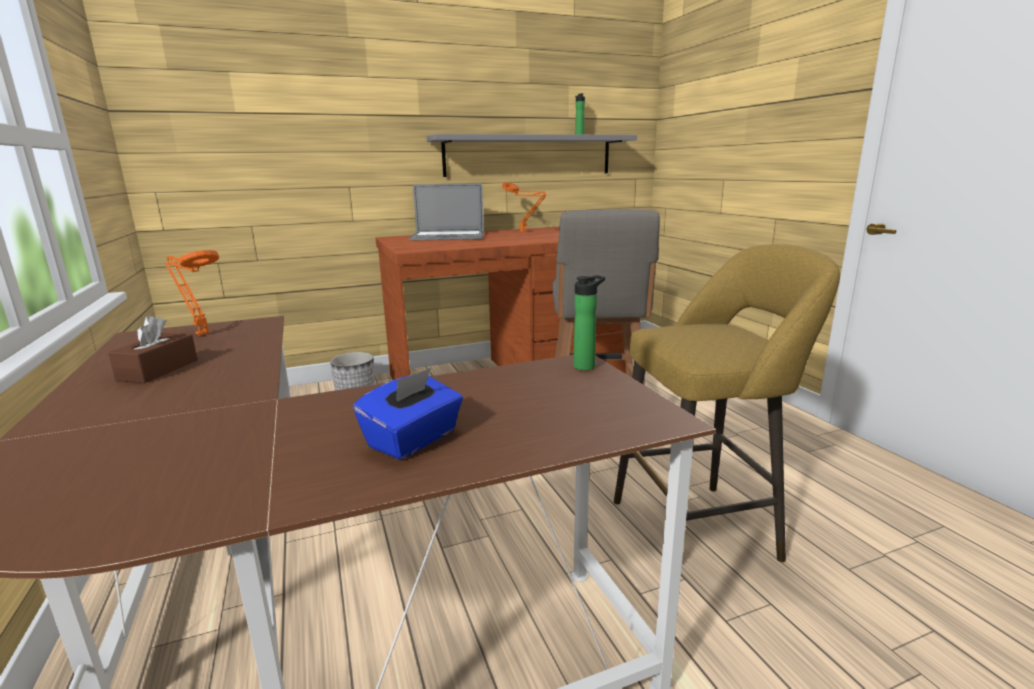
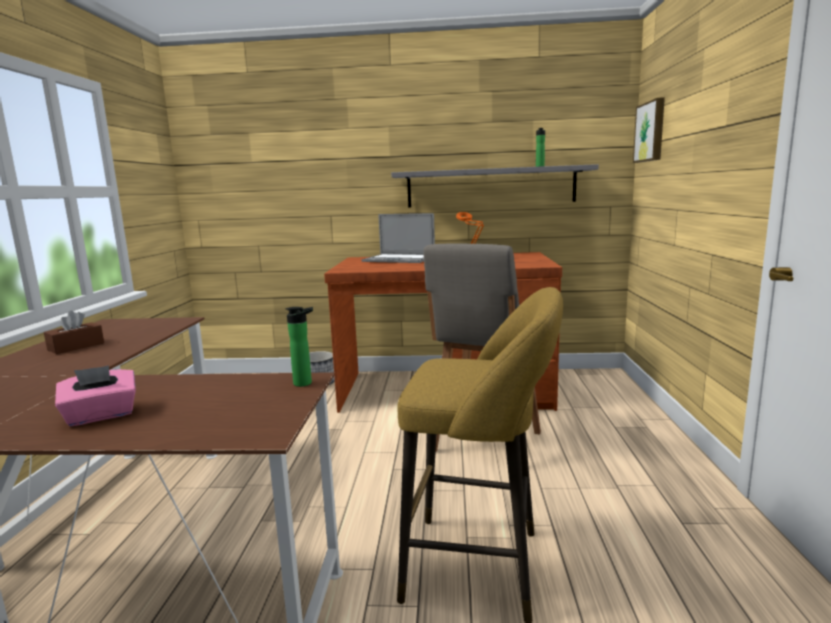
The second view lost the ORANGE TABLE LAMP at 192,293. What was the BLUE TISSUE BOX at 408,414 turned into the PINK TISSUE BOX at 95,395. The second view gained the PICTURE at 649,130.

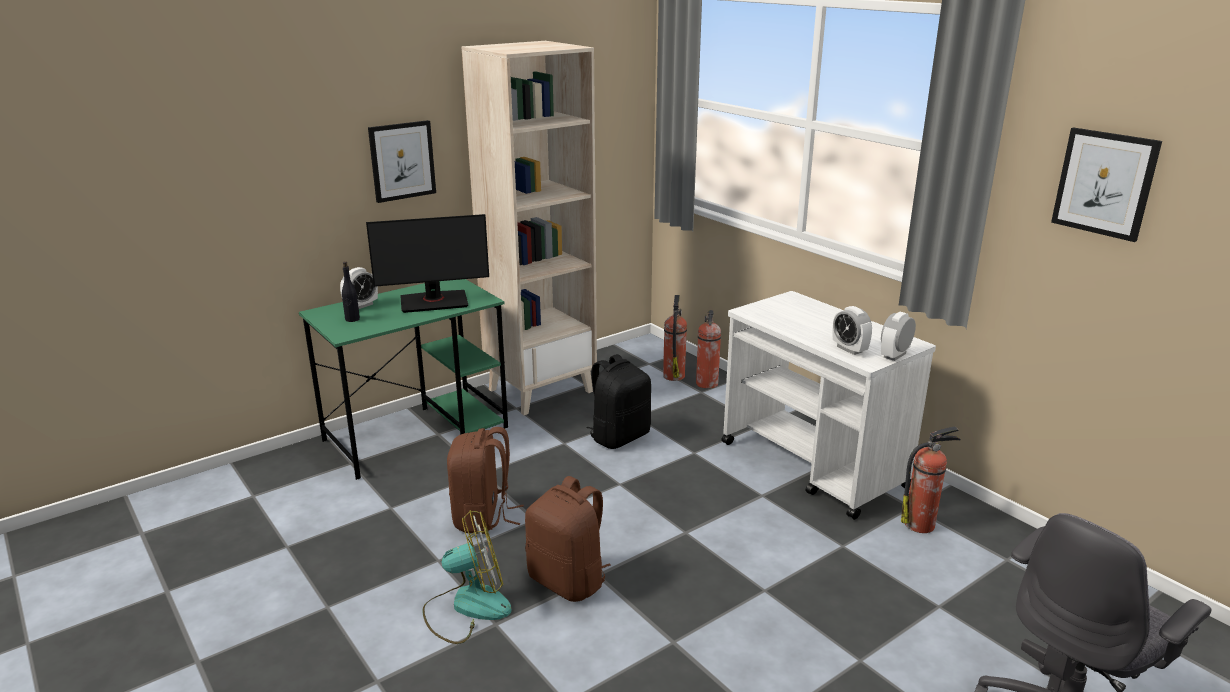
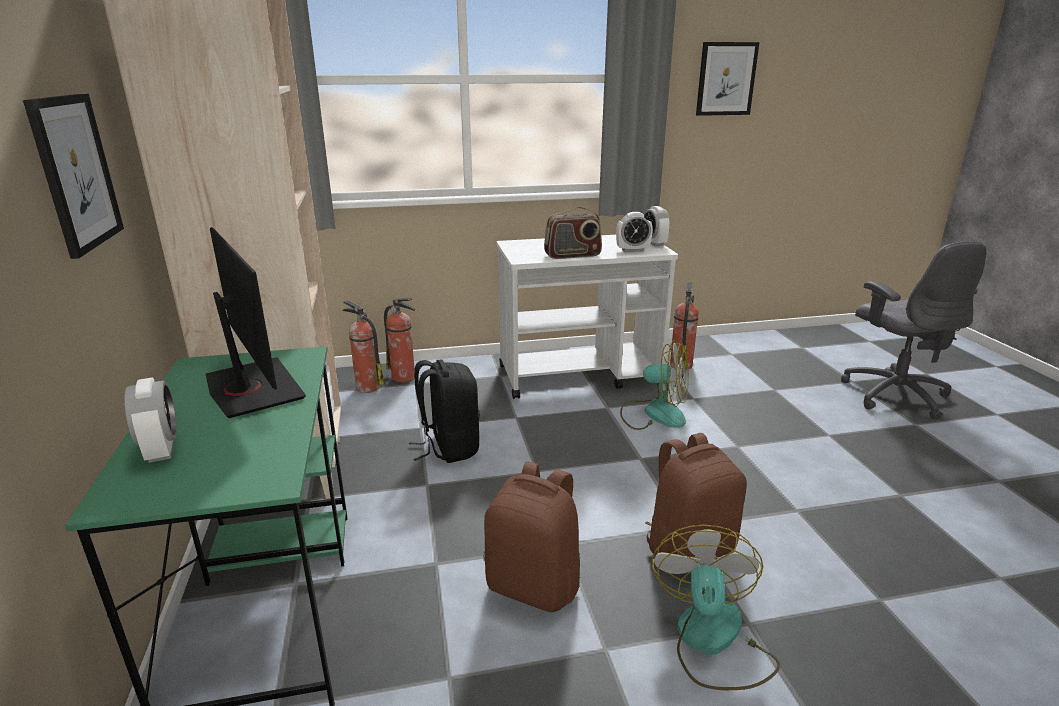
The second view lost the BLACK BOTTLE at 351,291. The MONITOR at 427,263 ended up facing another way, 45 degrees counterclockwise from before. The second view gained the RADIO at 573,233. The second view gained the FAN at 654,385.

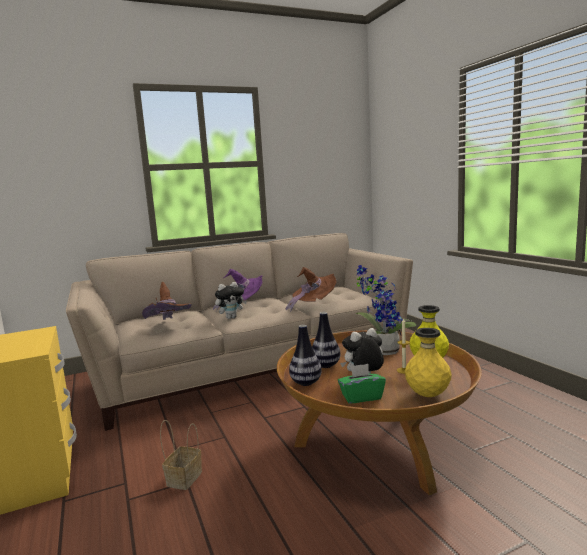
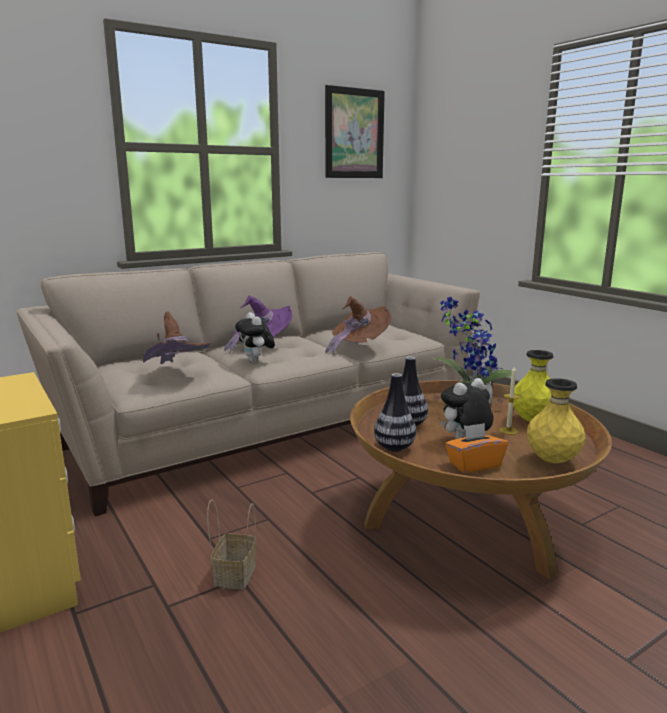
The PLUSH TOY at 231,300 ended up facing another way, 105 degrees clockwise from before. What was the GREEN TISSUE BOX at 362,384 turned into the ORANGE TISSUE BOX at 476,448. The second view gained the PICTURE at 355,131.

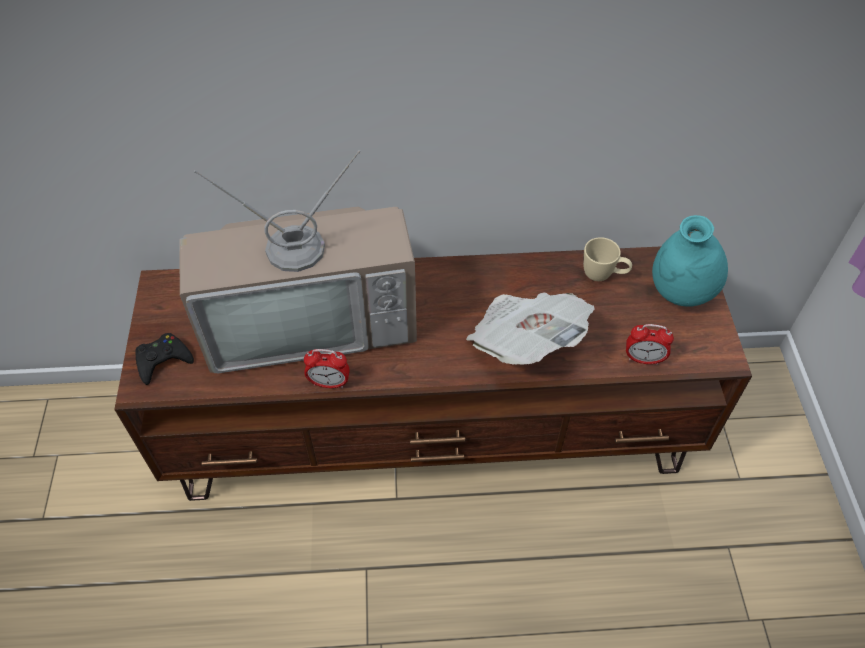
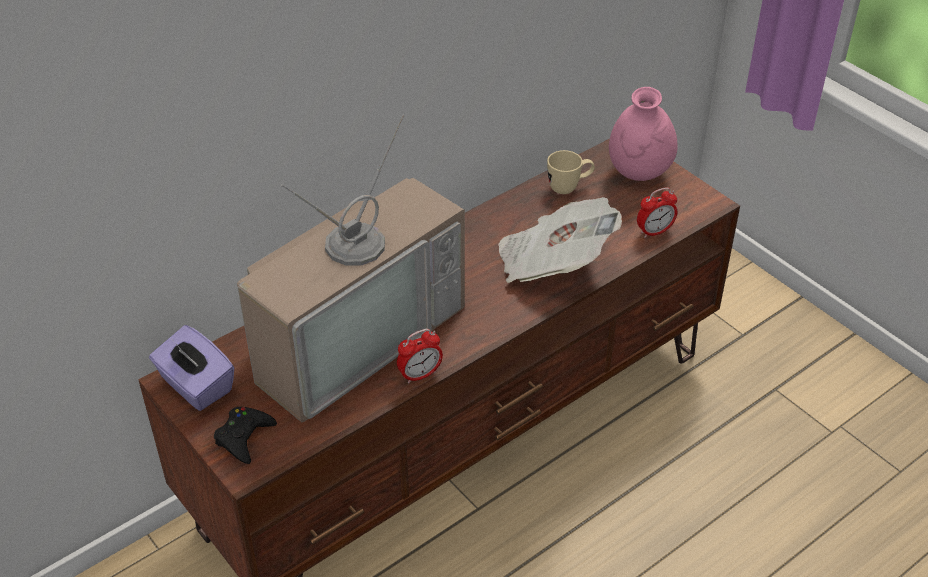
What was the TURQUOISE VASE at 690,261 turned into the PINK VASE at 643,134. The second view gained the PURPLE TISSUE BOX at 191,368.

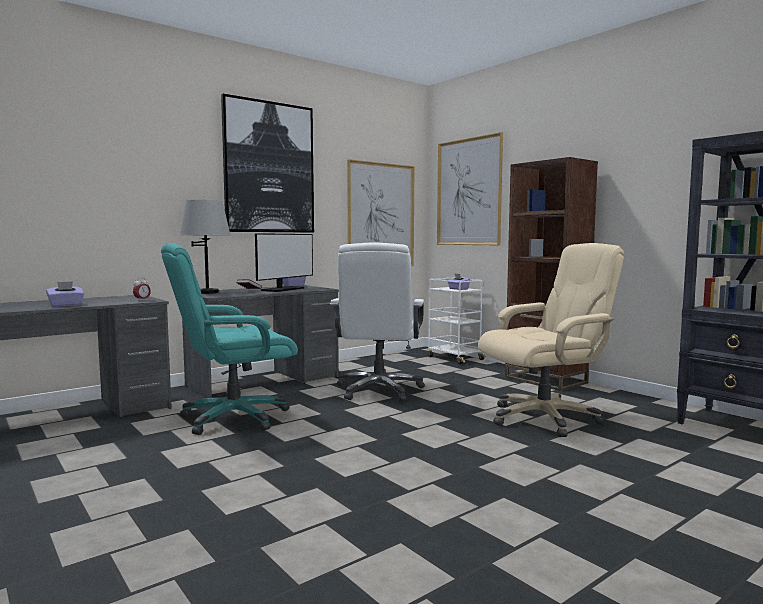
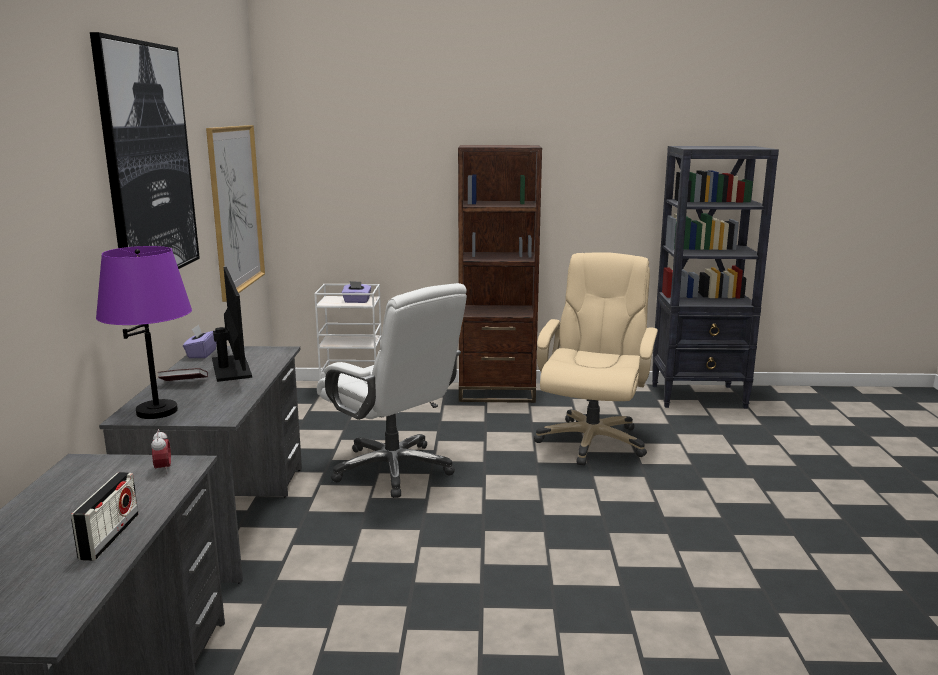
Where the PURPLE TISSUE BOX stood at 65,294, the RADIO came to stand at 105,516. The second view lost the TURQUOISE OFFICE CHAIR at 229,339. What was the GREY TABLE LAMP at 205,246 turned into the PURPLE TABLE LAMP at 144,332. The second view lost the PICTURE at 470,188.

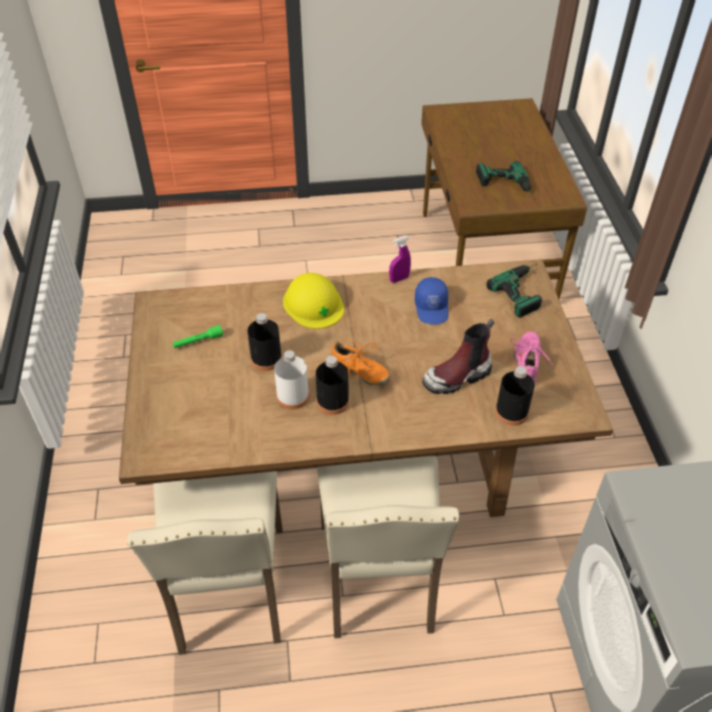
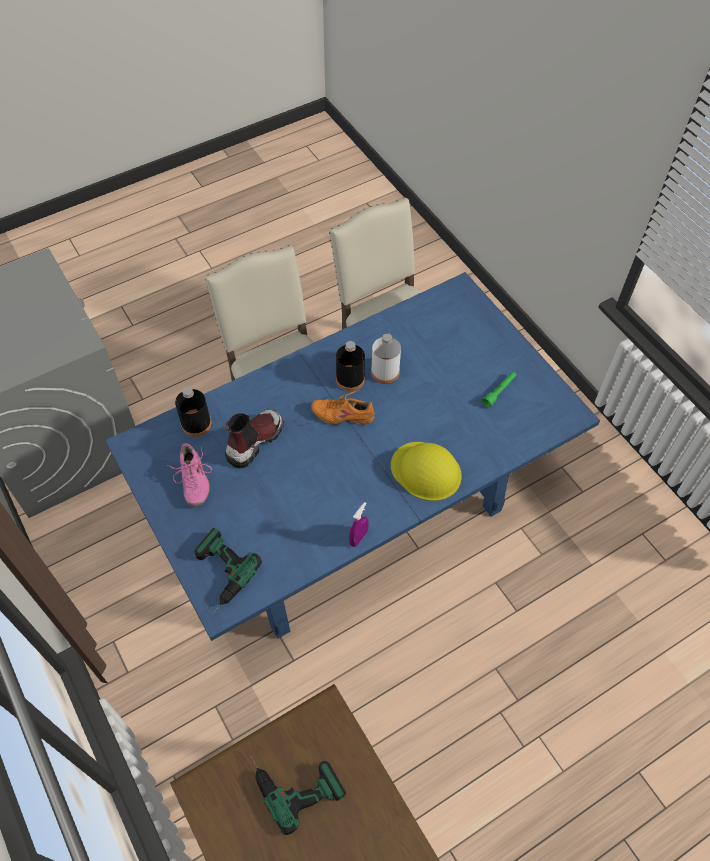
What was the BROWN DINING TABLE at 366,388 turned into the BLUE DINING TABLE at 352,456. The second view lost the BLACK BOTTLE at 264,342. The second view lost the BLUE CAP at 432,300.

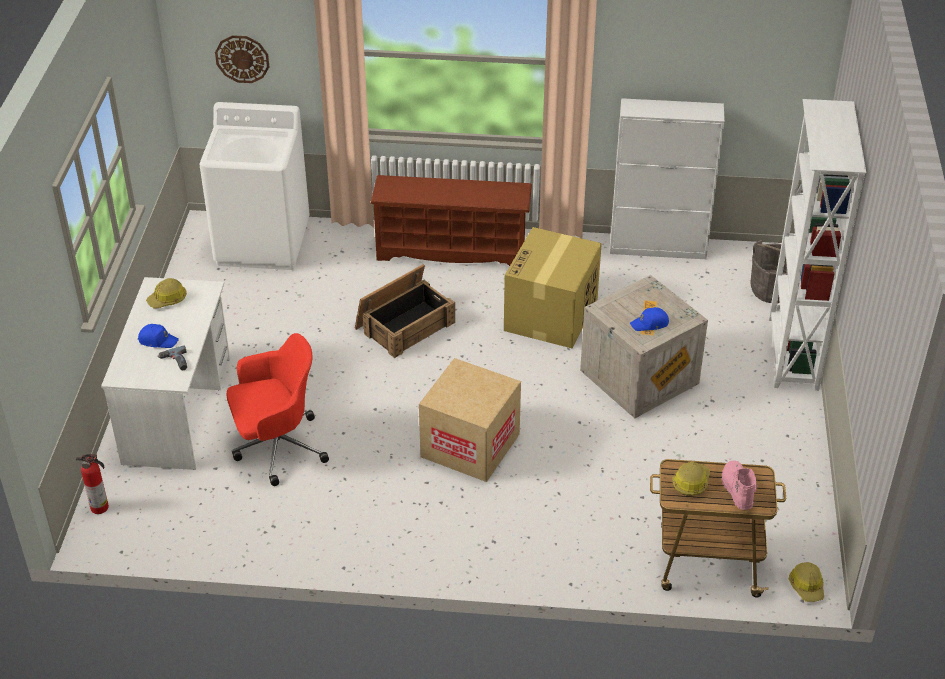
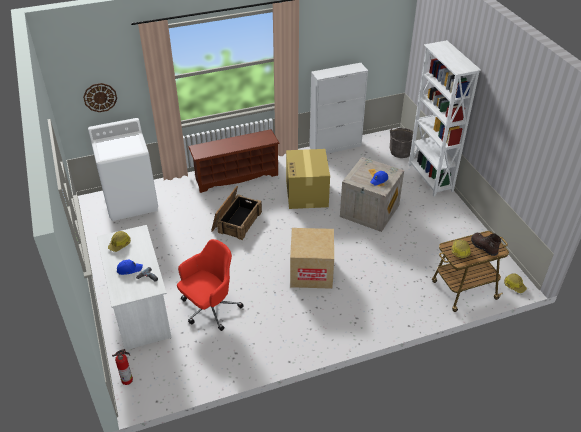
What was the PINK BOOT at 739,485 turned into the BROWN BOOT at 486,244.

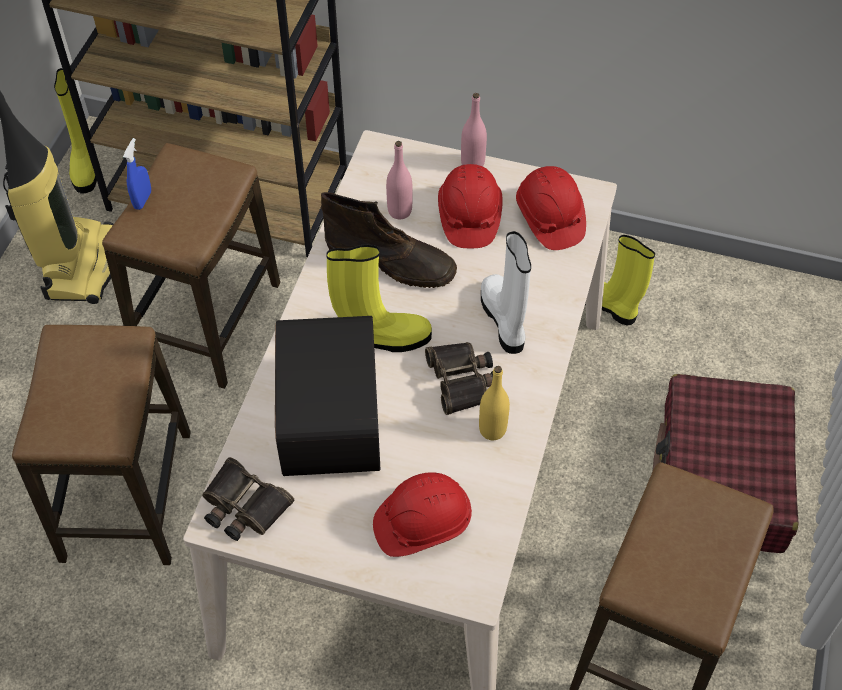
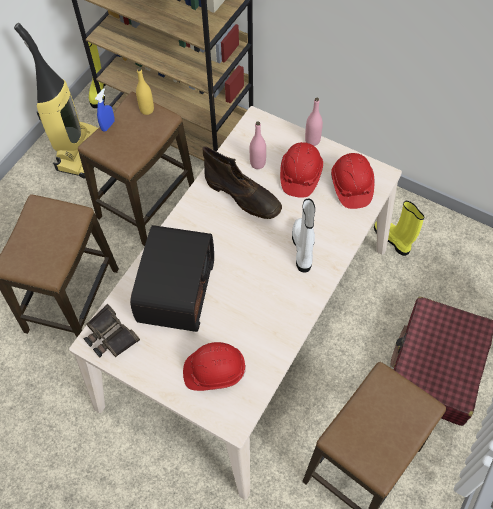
The second view lost the YELLOW BOOT at 379,298. The second view lost the BINOCULARS at 459,378. The YELLOW BOTTLE ended up elsewhere, having gone from 494,403 to 145,91.

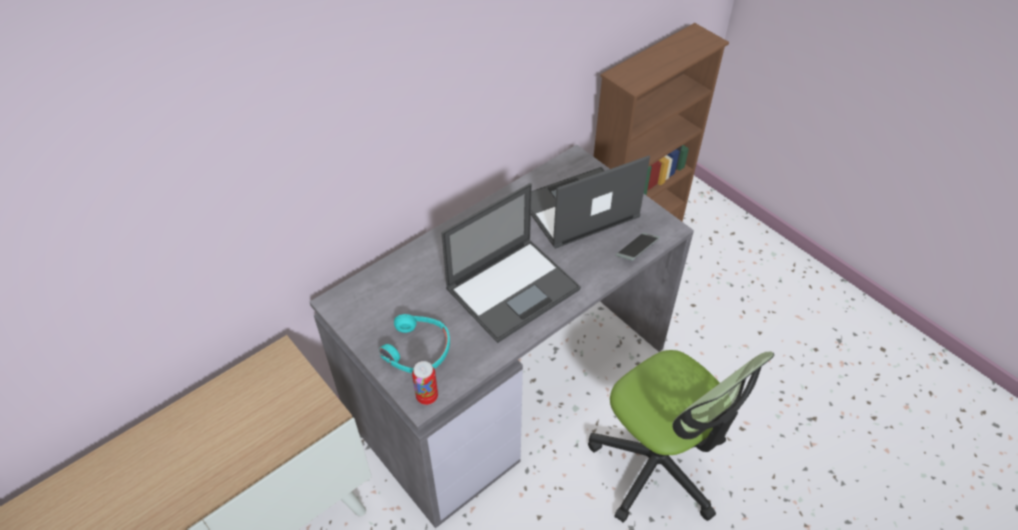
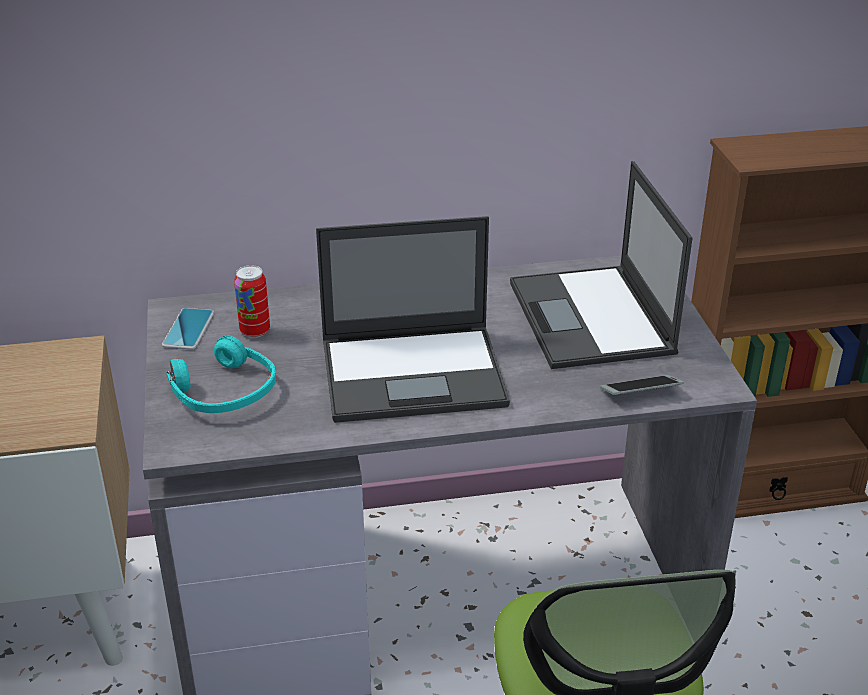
The CAN ended up elsewhere, having gone from 425,383 to 252,301. The LAPTOP at 590,202 ended up facing another way, 105 degrees counterclockwise from before. The second view gained the PHONE at 188,329.

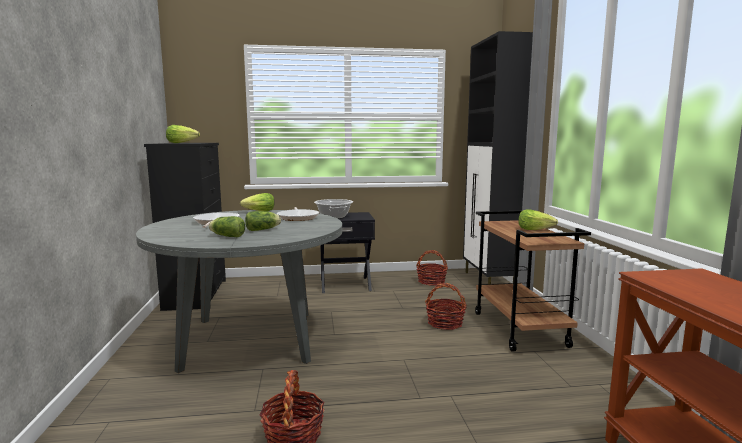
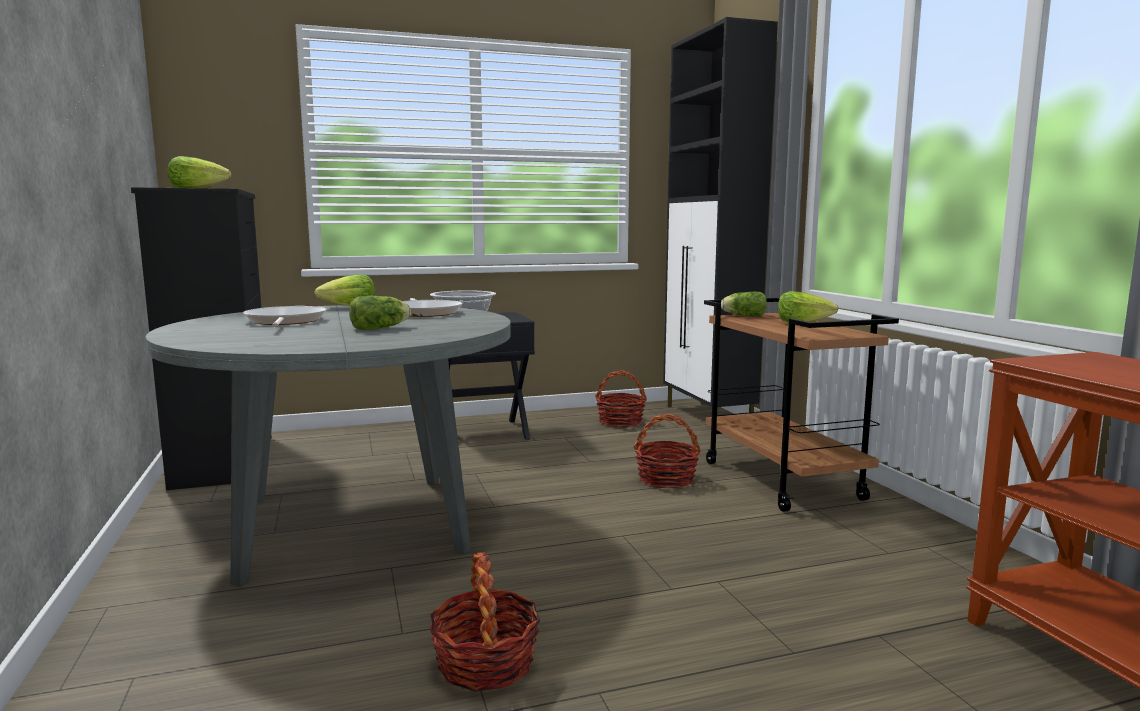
The LETTUCE ended up elsewhere, having gone from 227,227 to 744,304.

